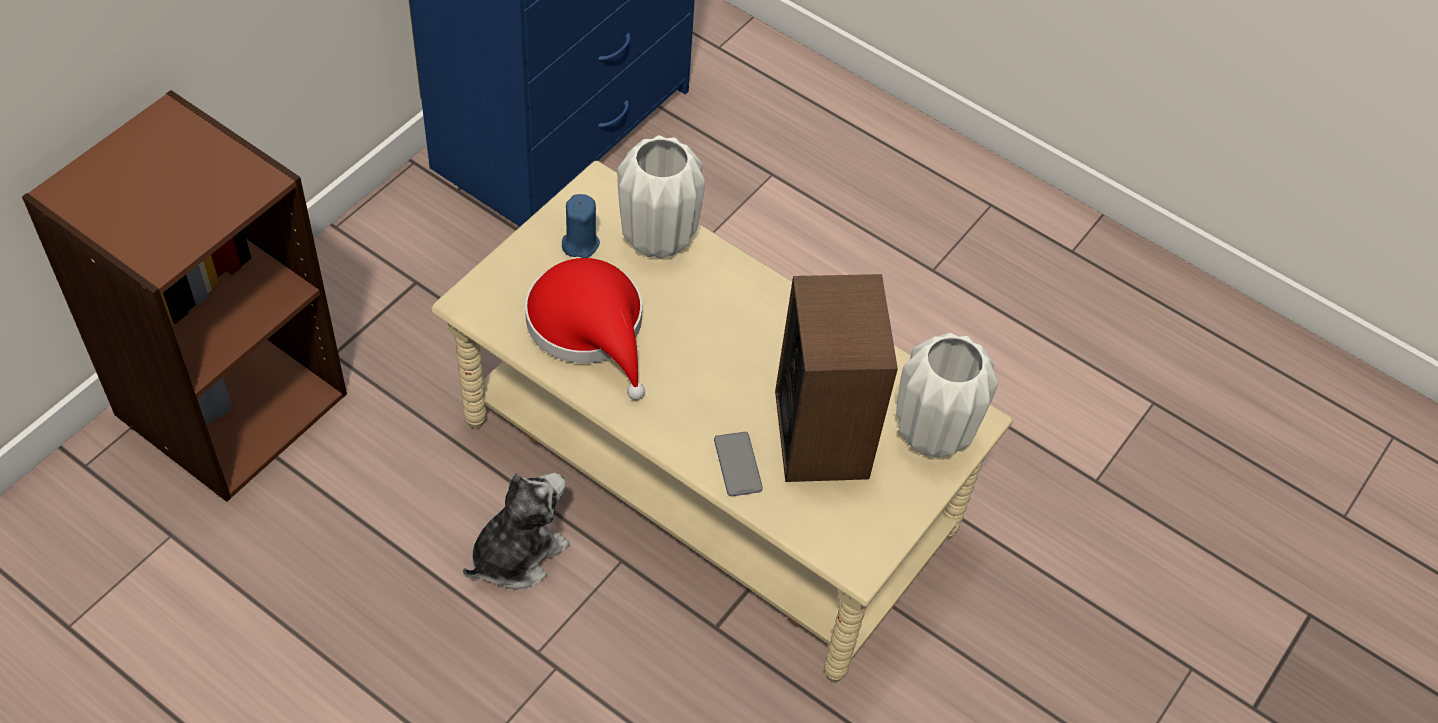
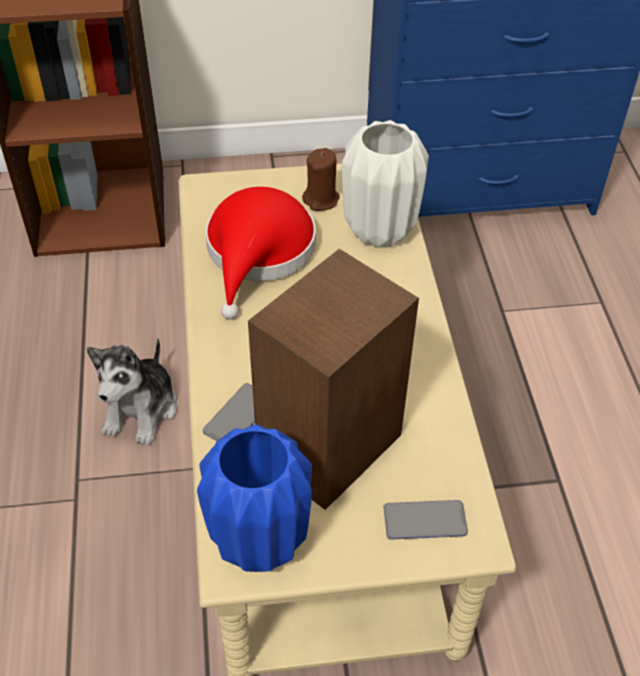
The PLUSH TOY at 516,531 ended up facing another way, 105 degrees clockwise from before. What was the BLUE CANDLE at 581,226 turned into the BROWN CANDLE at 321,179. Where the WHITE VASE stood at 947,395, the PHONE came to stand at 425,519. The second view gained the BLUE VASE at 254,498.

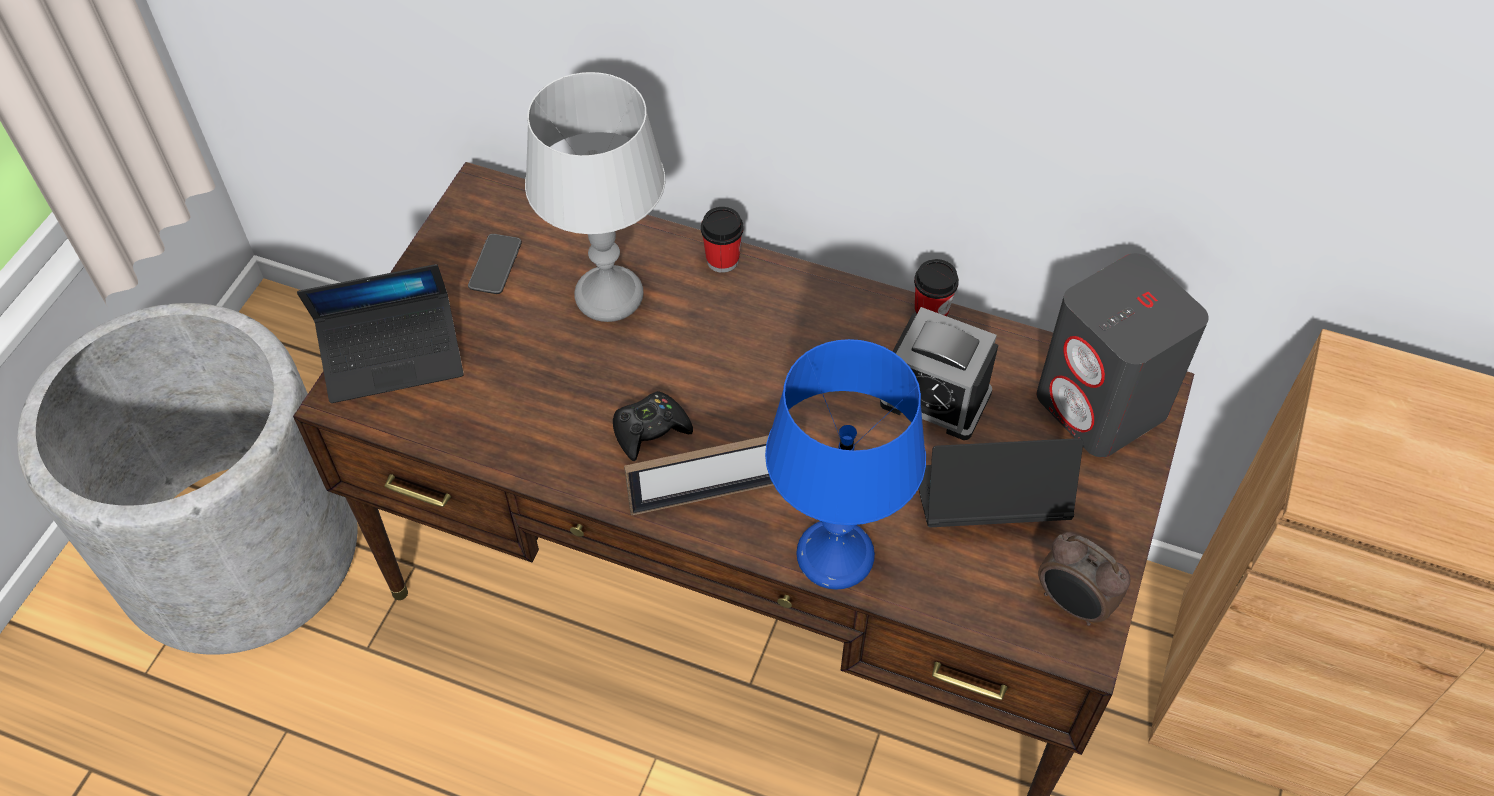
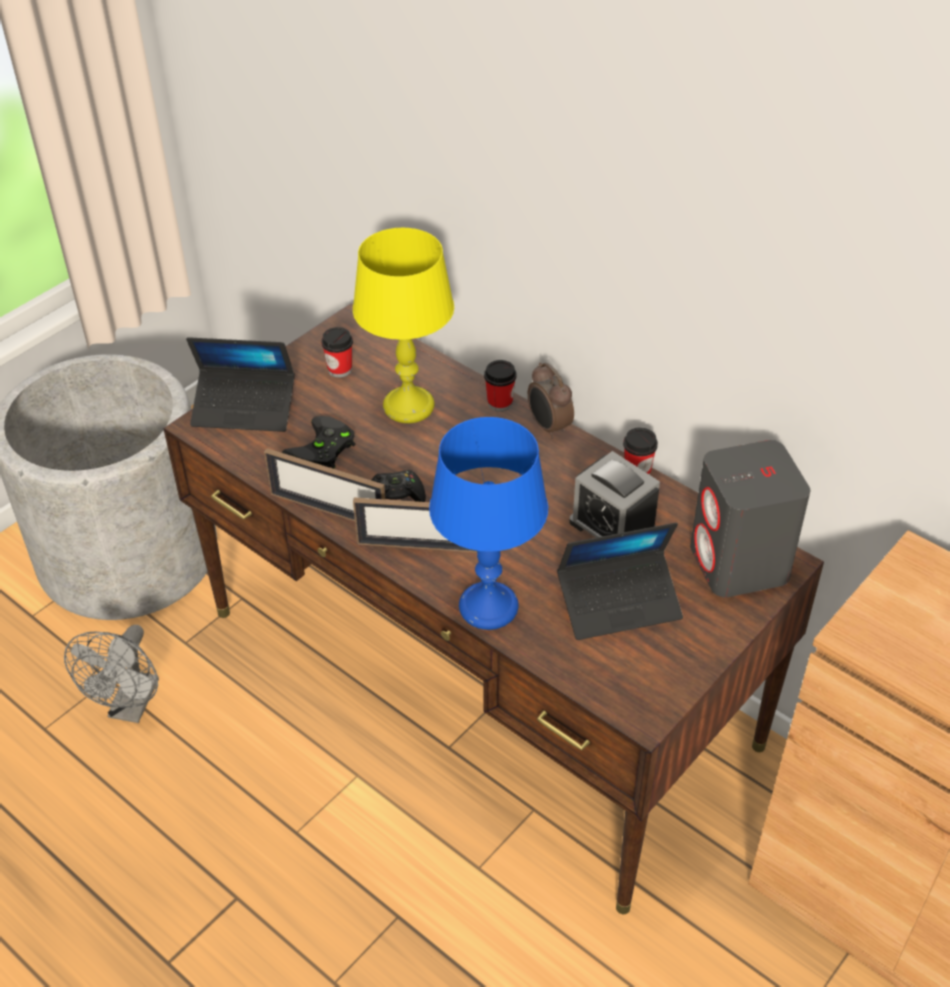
Where the PHONE stood at 495,264, the CUP came to stand at 337,352. What was the GREY TABLE LAMP at 595,197 turned into the YELLOW TABLE LAMP at 403,325. The LAPTOP at 1000,482 ended up facing another way, 150 degrees clockwise from before. The ALARM CLOCK ended up elsewhere, having gone from 1084,579 to 551,400. The second view gained the GREY FAN at 111,674. The second view gained the PICTURE FRAME at 324,484. The second view gained the BLACK GAME CONTROLLER at 319,442.

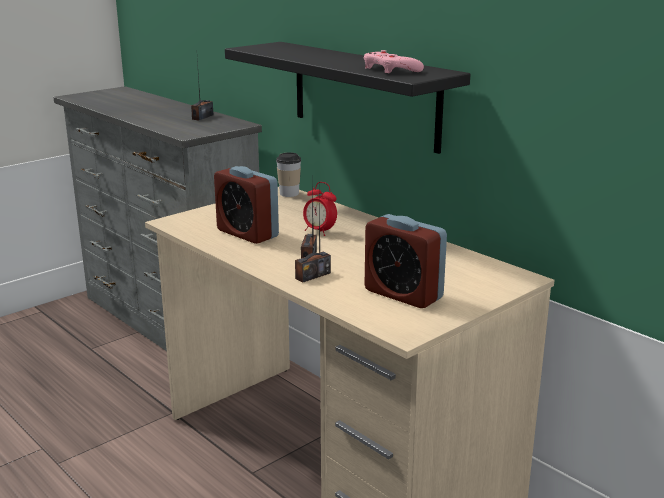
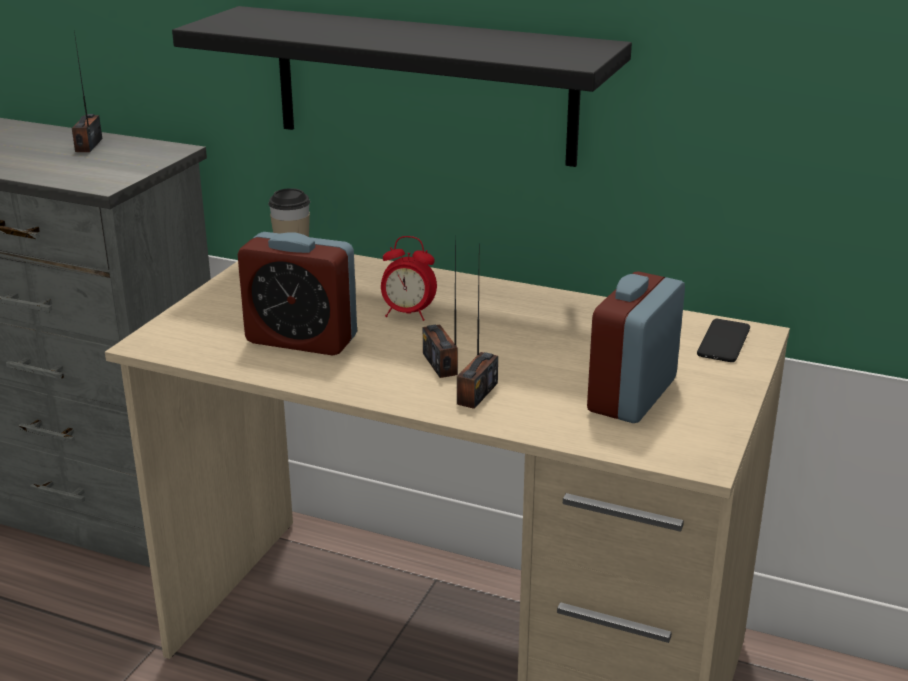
The second view lost the PINK GAME CONTROLLER at 393,61. The ALARM CLOCK at 406,261 ended up facing another way, 105 degrees clockwise from before. The second view gained the PHONE at 723,340.

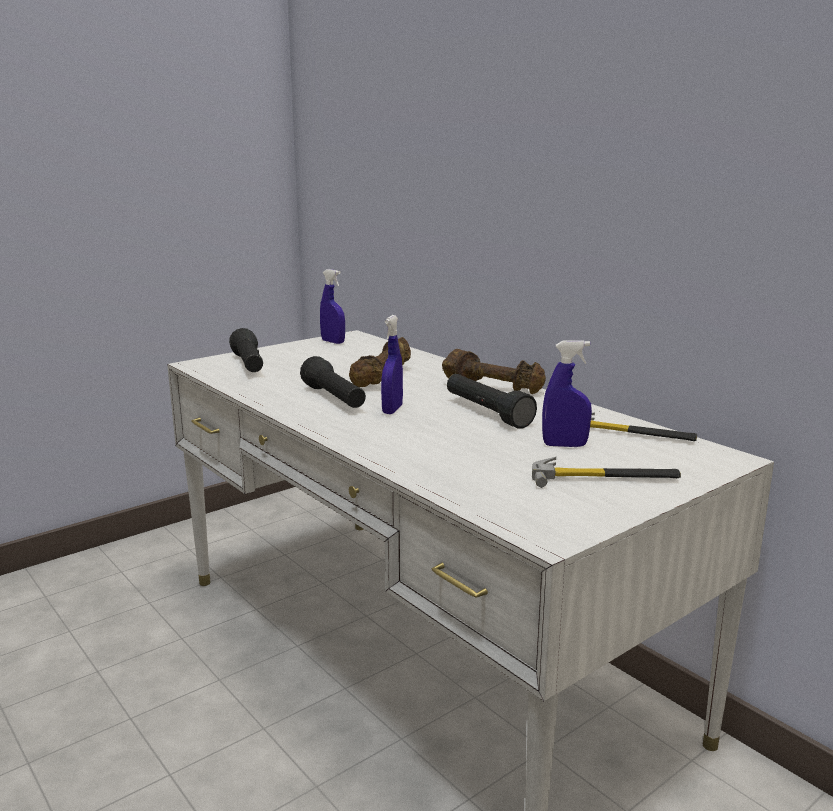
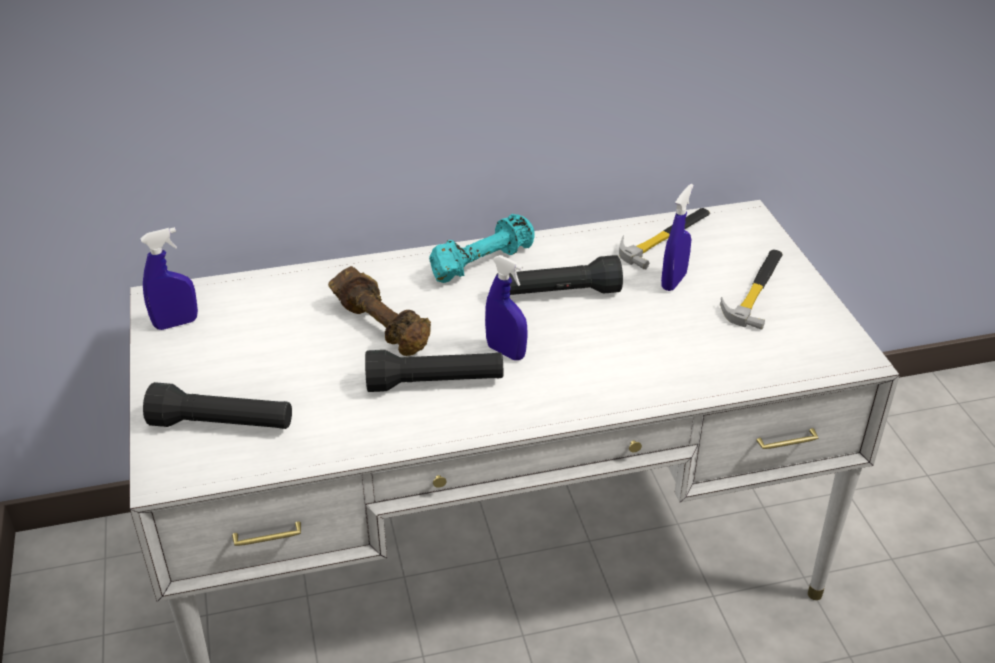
What was the BROWN DUMBBELL at 494,371 turned into the TURQUOISE DUMBBELL at 481,248.

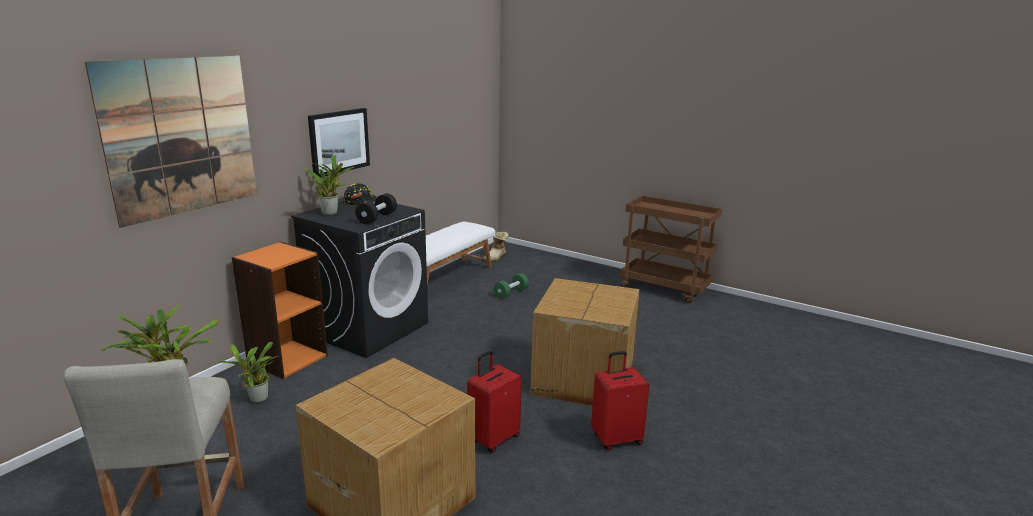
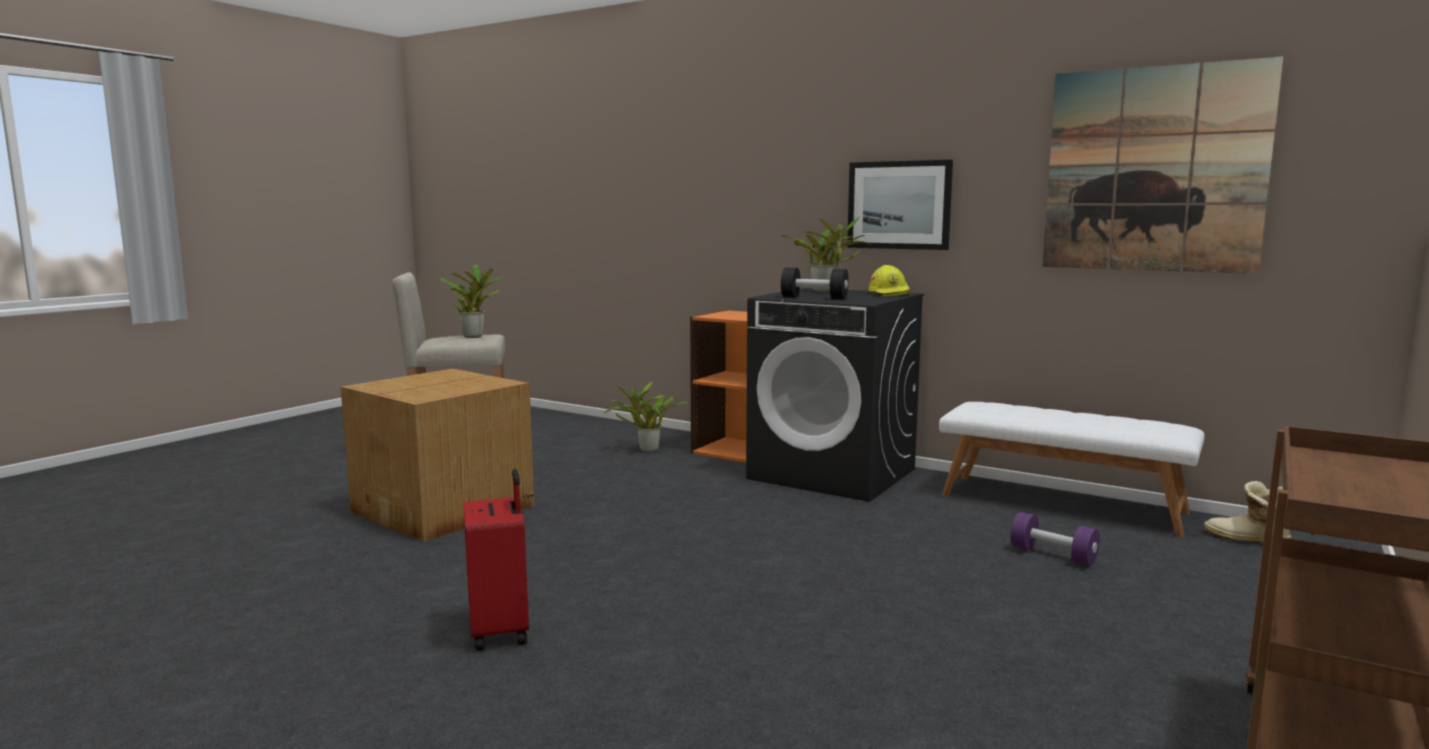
The PICTURE ended up elsewhere, having gone from 171,141 to 1163,165. What was the BLACK HARD HAT at 360,194 turned into the YELLOW HARD HAT at 890,280. The second view lost the RED SUITCASE at 494,402. What was the GREEN DUMBBELL at 511,286 turned into the PURPLE DUMBBELL at 1055,539. The second view lost the CARDBOARD BOX at 585,342.

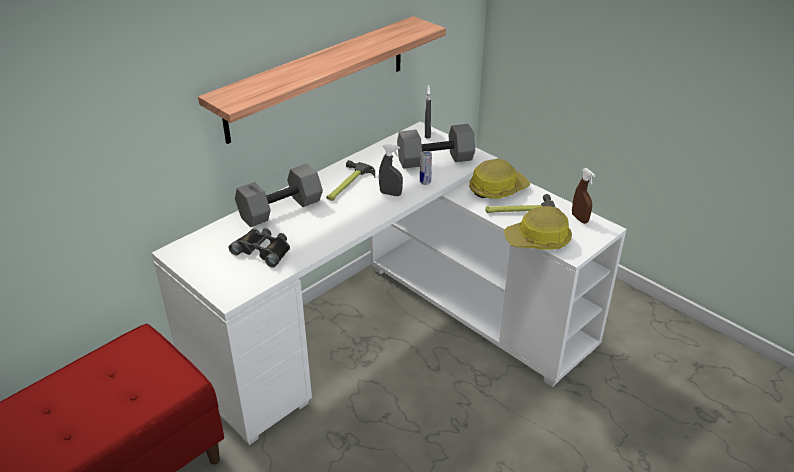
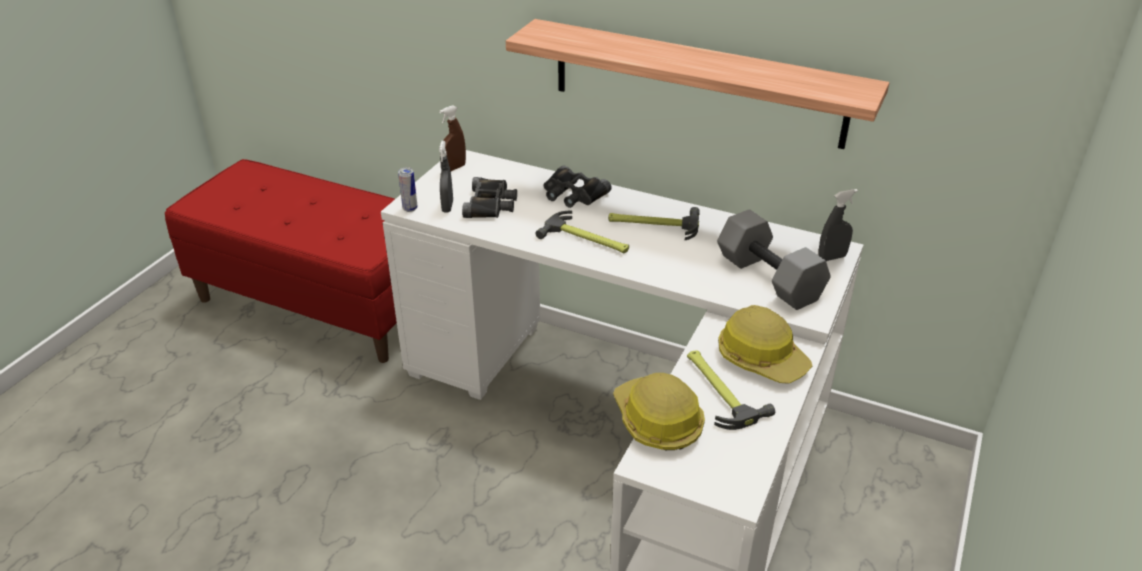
Where the GREY DUMBBELL stood at 279,195, the BLACK BINOCULARS came to stand at 577,186. The GREY SPRAY BOTTLE ended up elsewhere, having gone from 391,170 to 446,177. The CAN ended up elsewhere, having gone from 426,168 to 407,189. The BROWN SPRAY BOTTLE ended up elsewhere, having gone from 583,196 to 452,138. The second view gained the HAMMER at 582,232.

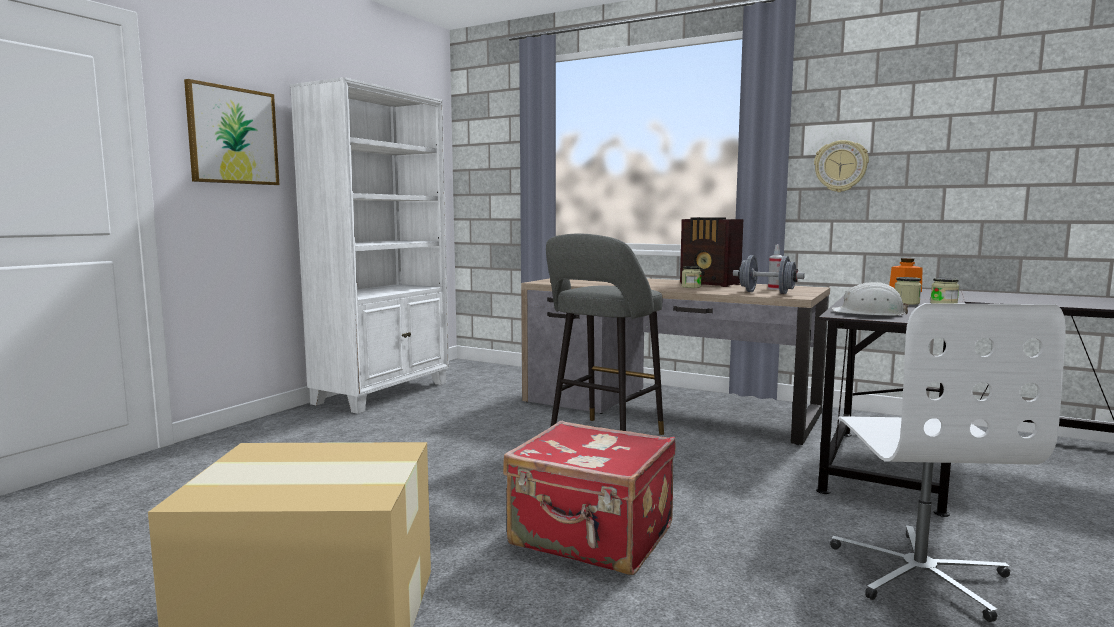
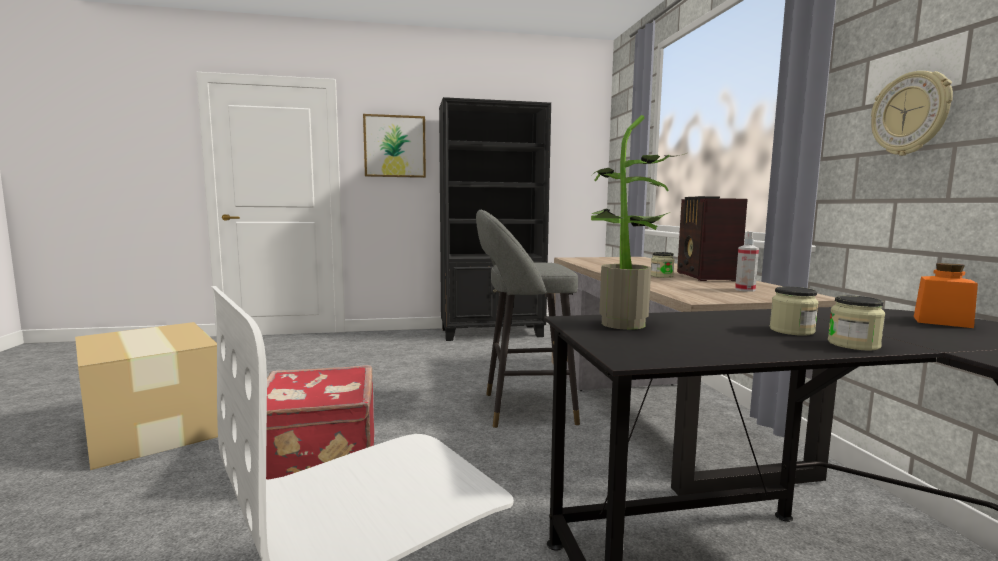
What was the WHITE BOOKCASE at 369,245 turned into the BLACK BOOKCASE at 495,219. The second view lost the GREY DUMBBELL at 769,274. Where the WHITE HARD HAT stood at 870,299, the POTTED PLANT came to stand at 639,222.

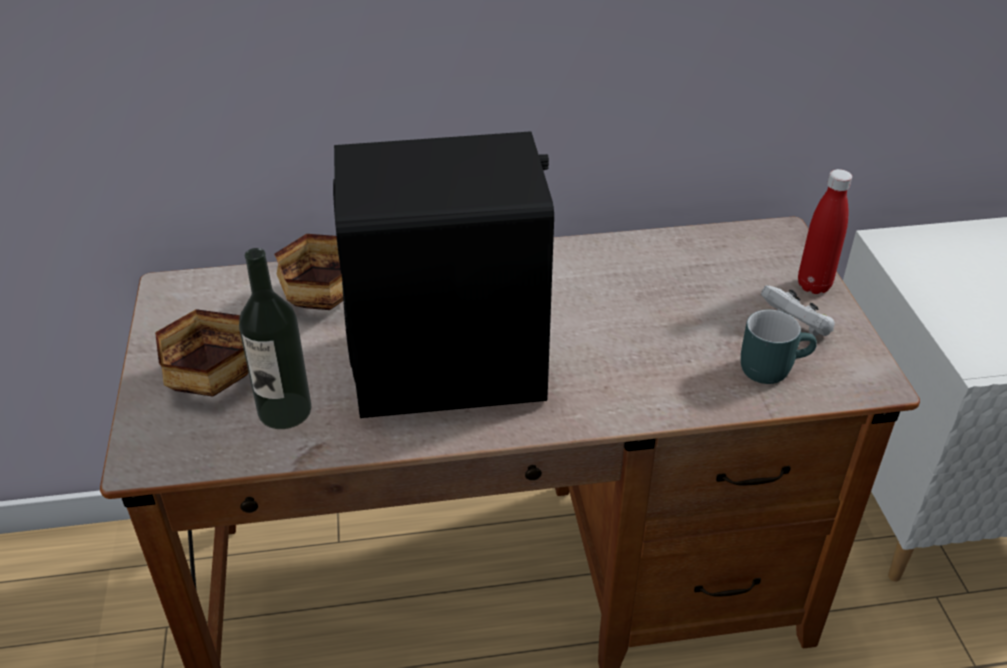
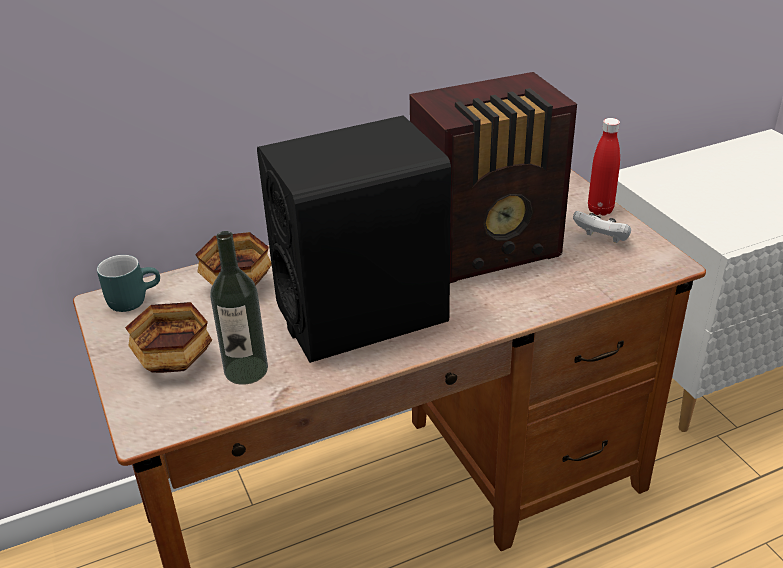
The TURQUOISE MUG ended up elsewhere, having gone from 779,347 to 128,283. The second view gained the RADIO at 493,177.

